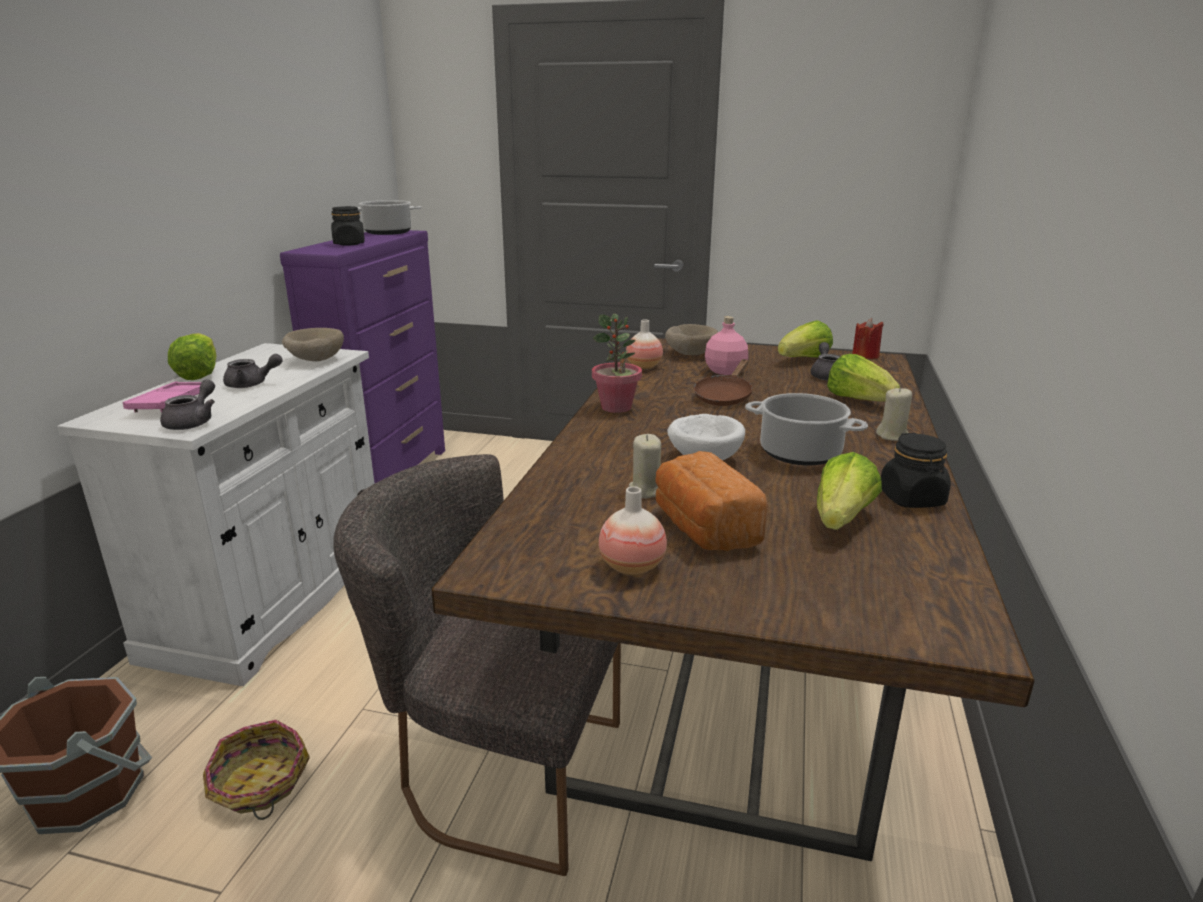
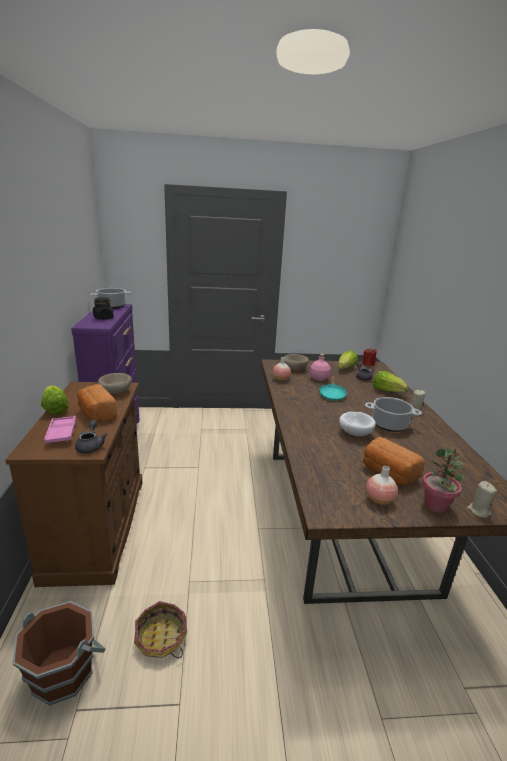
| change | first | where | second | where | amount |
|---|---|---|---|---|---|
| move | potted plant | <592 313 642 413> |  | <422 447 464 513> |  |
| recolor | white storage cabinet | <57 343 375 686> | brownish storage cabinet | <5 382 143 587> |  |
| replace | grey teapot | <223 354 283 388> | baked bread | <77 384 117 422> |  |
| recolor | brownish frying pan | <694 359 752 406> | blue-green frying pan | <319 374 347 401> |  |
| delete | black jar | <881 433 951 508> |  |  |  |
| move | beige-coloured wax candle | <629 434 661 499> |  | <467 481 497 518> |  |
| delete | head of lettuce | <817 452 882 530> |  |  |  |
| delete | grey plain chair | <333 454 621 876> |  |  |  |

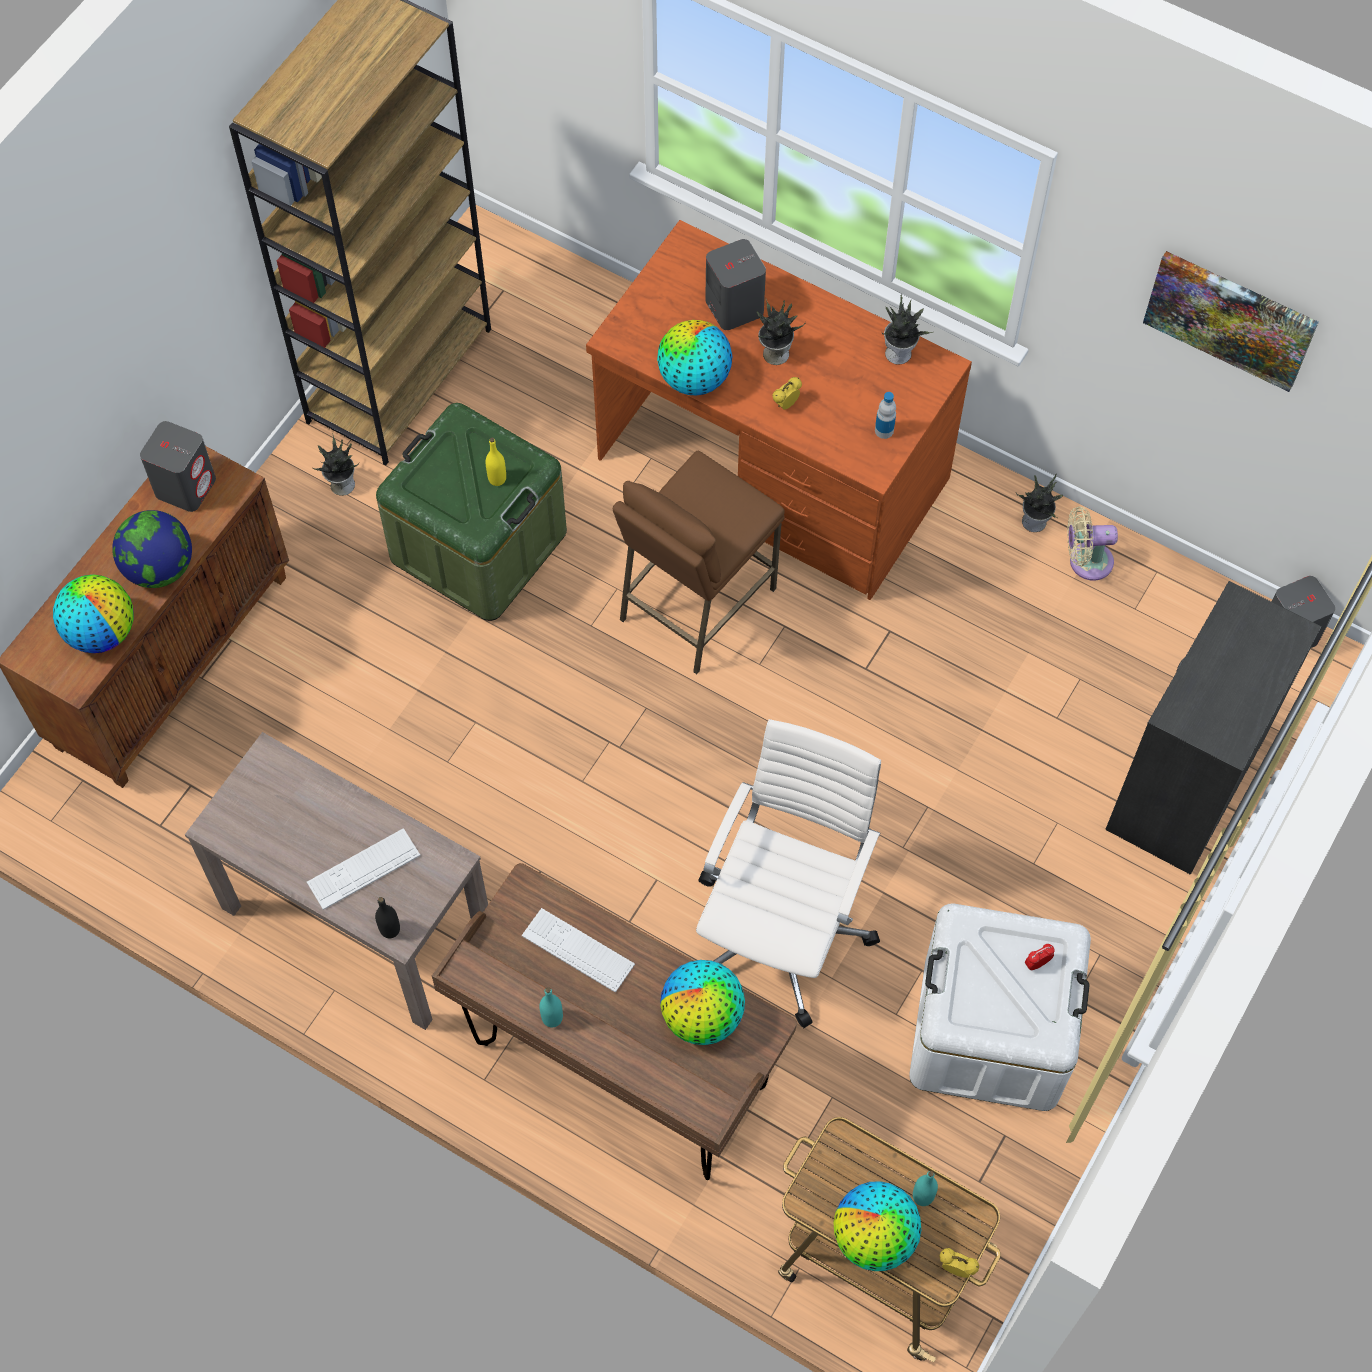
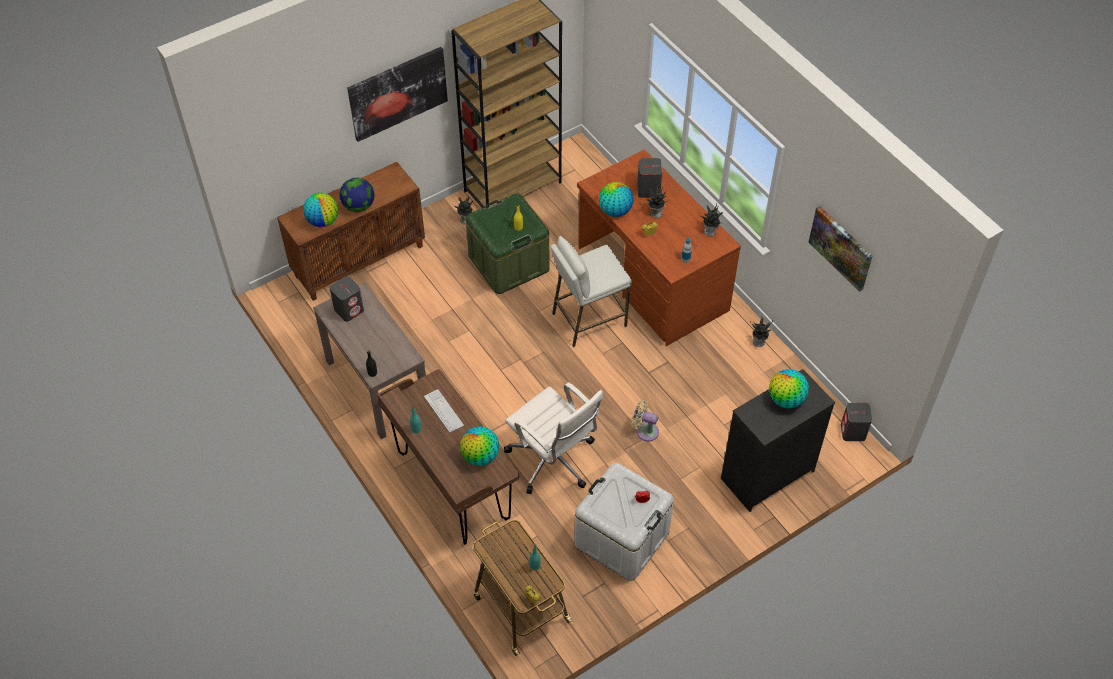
| change | first | where | second | where | amount |
|---|---|---|---|---|---|
| move | grey audio speaker | <140 421 216 512> |  | <329 276 364 322> |  |
| recolor | brownish stool seat | <613 451 785 674> | white stool seat | <551 236 632 347> |  |
| move | beige-coloured cooling fan | <1067 506 1118 581> |  | <632 400 659 442> |  |
| rotate | white desk chair | <696 719 881 1028> |  | <504 382 603 494> | 90 degrees clockwise |
| delete | computer keyboard | <307 828 420 910> |  |  |  |
| move | desk globe | <834 1181 921 1271> |  | <769 369 809 408> |  |
| insert |  |  | wall art | <347 47 448 142> |  |

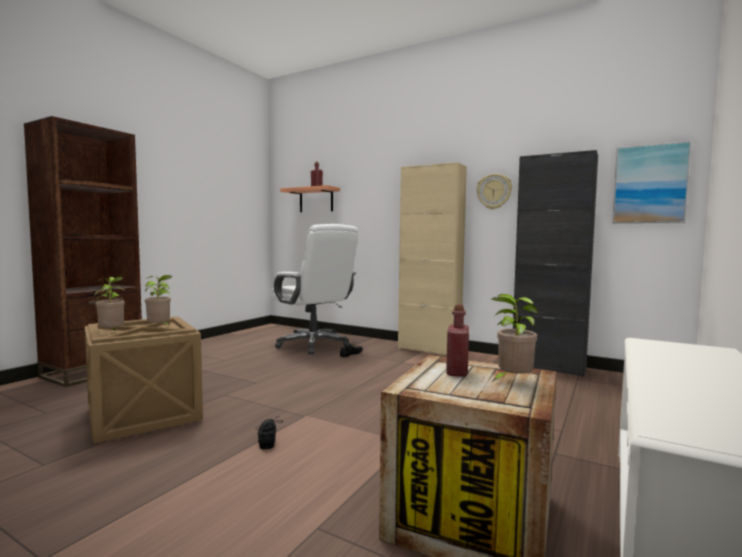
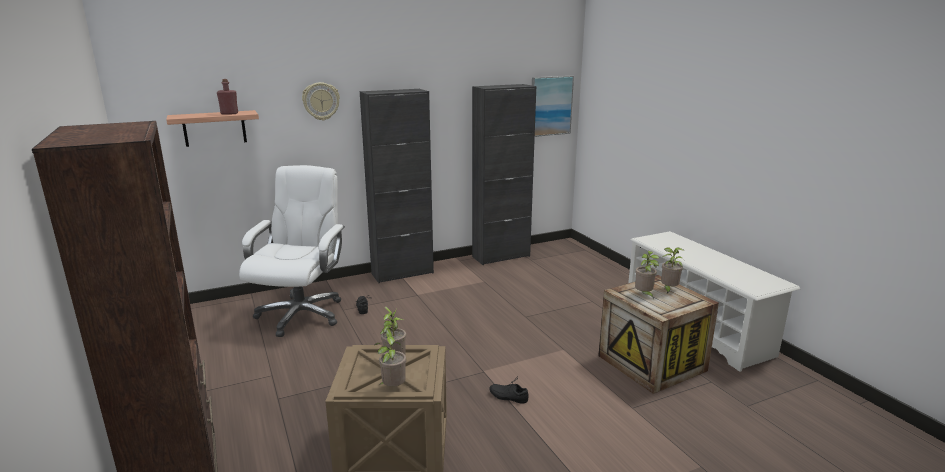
| change | first | where | second | where | amount |
|---|---|---|---|---|---|
| recolor | beige-coloured storage cabinet | <398 162 467 355> | black storage cabinet | <360 89 434 283> |  |
| move | clock on the wall | <477 174 512 210> |  | <302 82 340 121> |  |
| rotate | white desk chair | <271 224 358 355> |  | <239 165 345 337> | 75 degrees counterclockwise |
| replace | red drink bottle | <446 304 469 377> | potted plant | <635 251 659 300> |  |

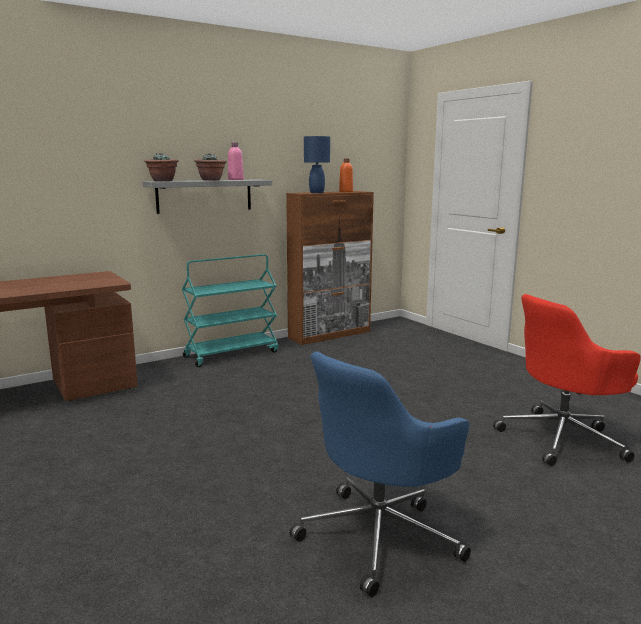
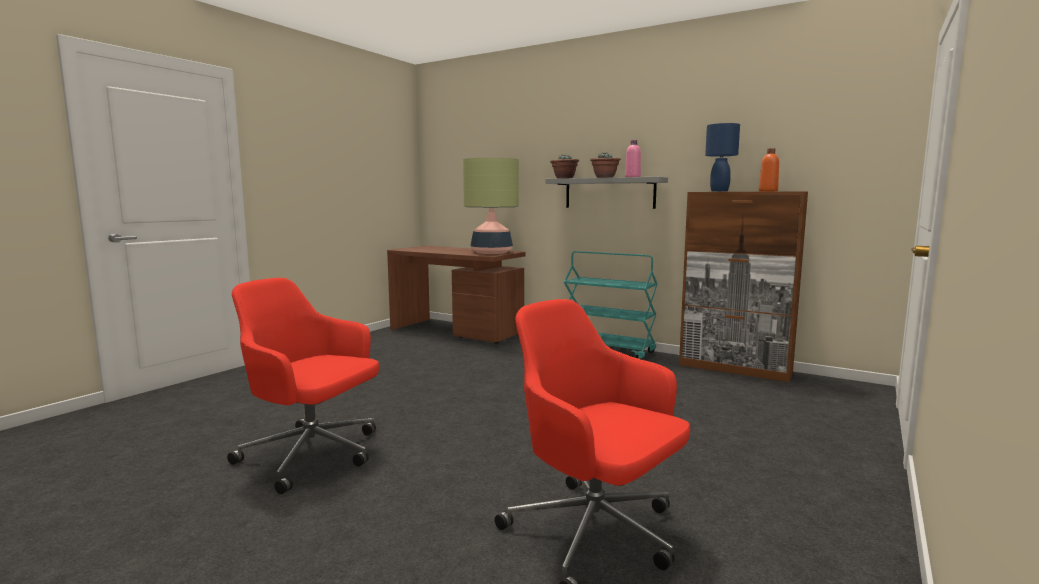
| change | first | where | second | where | amount |
|---|---|---|---|---|---|
| recolor | blue-coloured desk chair | <289 351 471 597> | red desk chair | <227 278 379 494> |  |
| insert |  |  | tabletop lamp | <463 158 519 254> |  |

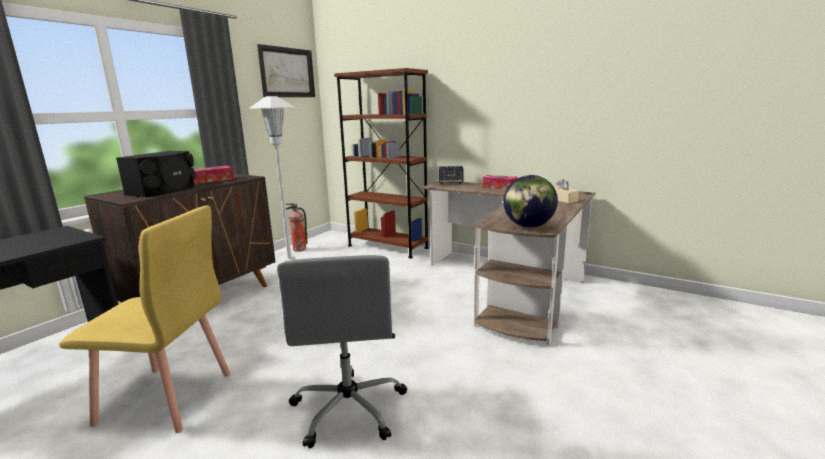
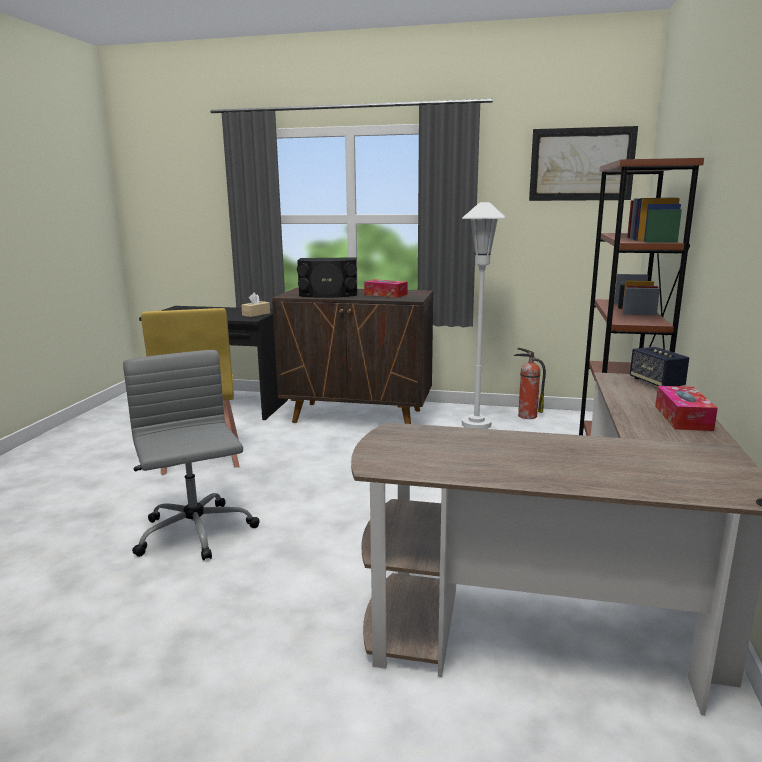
| change | first | where | second | where | amount |
|---|---|---|---|---|---|
| delete | desk globe | <503 175 558 228> |  |  |  |
| move | beige-coloured tissue box | <554 179 579 203> |  | <241 293 270 317> |  |
| rotate | grey desk chair | <277 255 407 448> |  | <123 350 260 561> | 90 degrees clockwise |

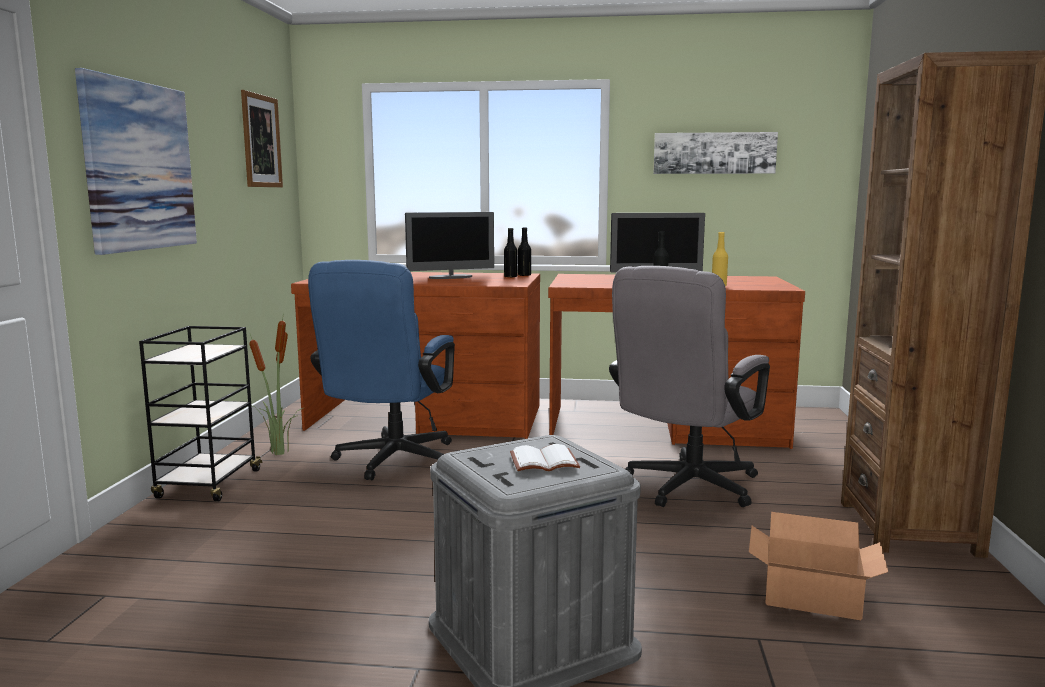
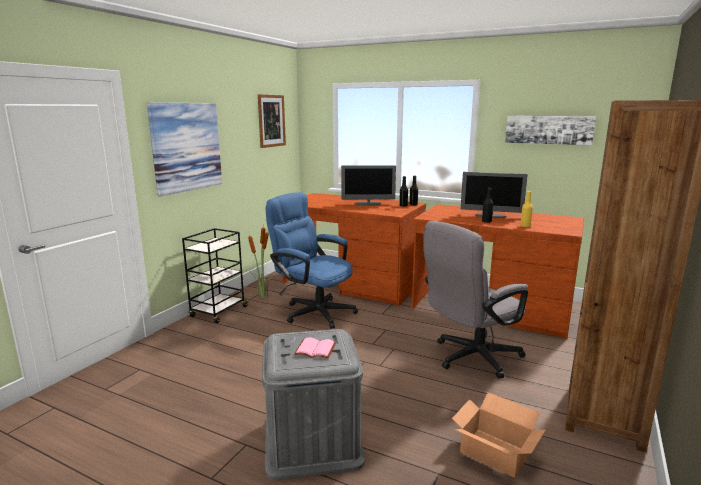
| change | first | where | second | where | amount |
|---|---|---|---|---|---|
| rotate | blue-coloured desk chair | <308 260 455 480> |  | <266 192 358 329> | 90 degrees clockwise |
| recolor | white bound book | <510 444 580 471> | pink-coloured bound book | <294 337 336 358> |  |

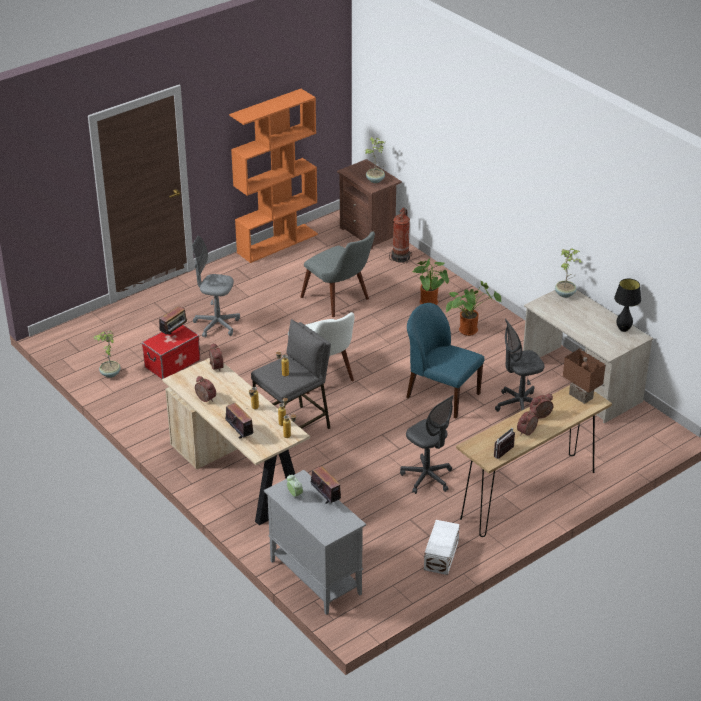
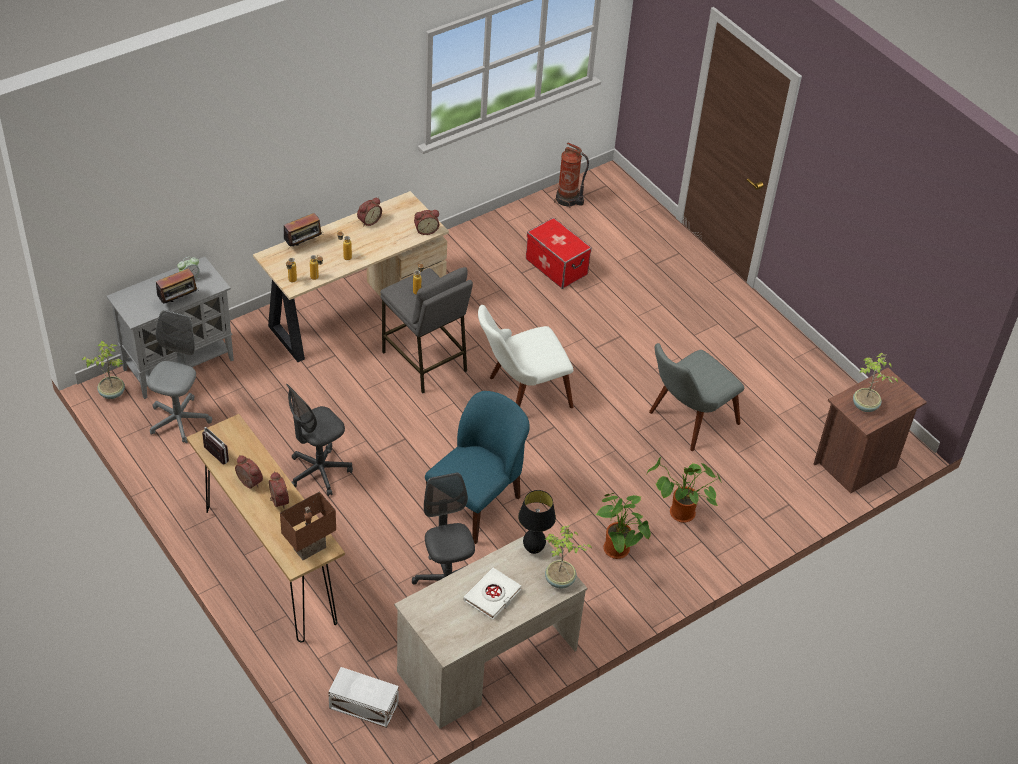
| change | first | where | second | where | amount |
|---|---|---|---|---|---|
| delete | orange-coloured shelving unit | <229 89 318 263> |  |  |  |
| move | fire-fighting cylinder | <389 208 412 263> |  | <554 142 589 208> |  |
| move | grey desk chair | <192 236 240 338> |  | <147 310 212 443> |  |
| move | black tabletop lamp | <614 278 641 332> |  | <518 490 556 554> |  |
| delete | radio | <159 305 189 335> |  |  |  |
| move | potted plant | <93 331 121 378> |  | <82 341 125 399> |  |
| move | white storage box | <424 520 460 575> |  | <328 667 399 728> |  |
| insert |  |  | white bound book | <463 567 521 620> |  |

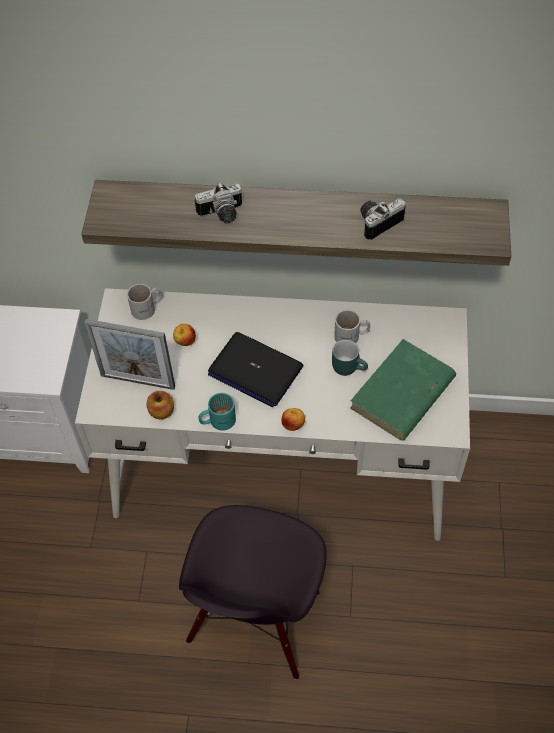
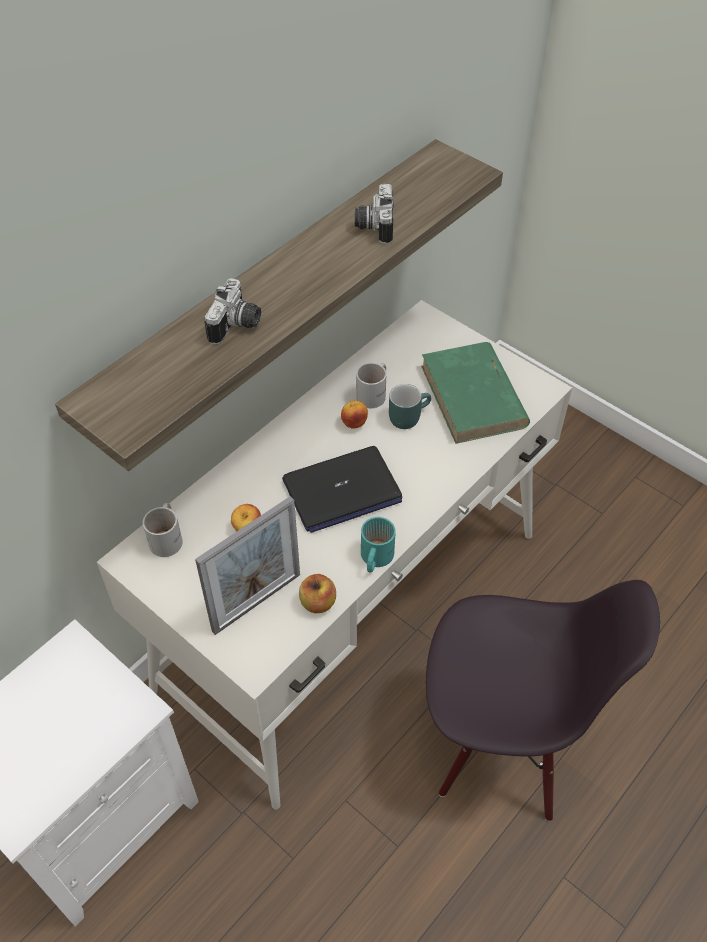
| change | first | where | second | where | amount |
|---|---|---|---|---|---|
| move | apple | <281 408 305 431> |  | <341 401 368 429> |  |
| rotate | black plain chair | <179 505 327 680> |  | <426 580 660 821> | 45 degrees counterclockwise |

